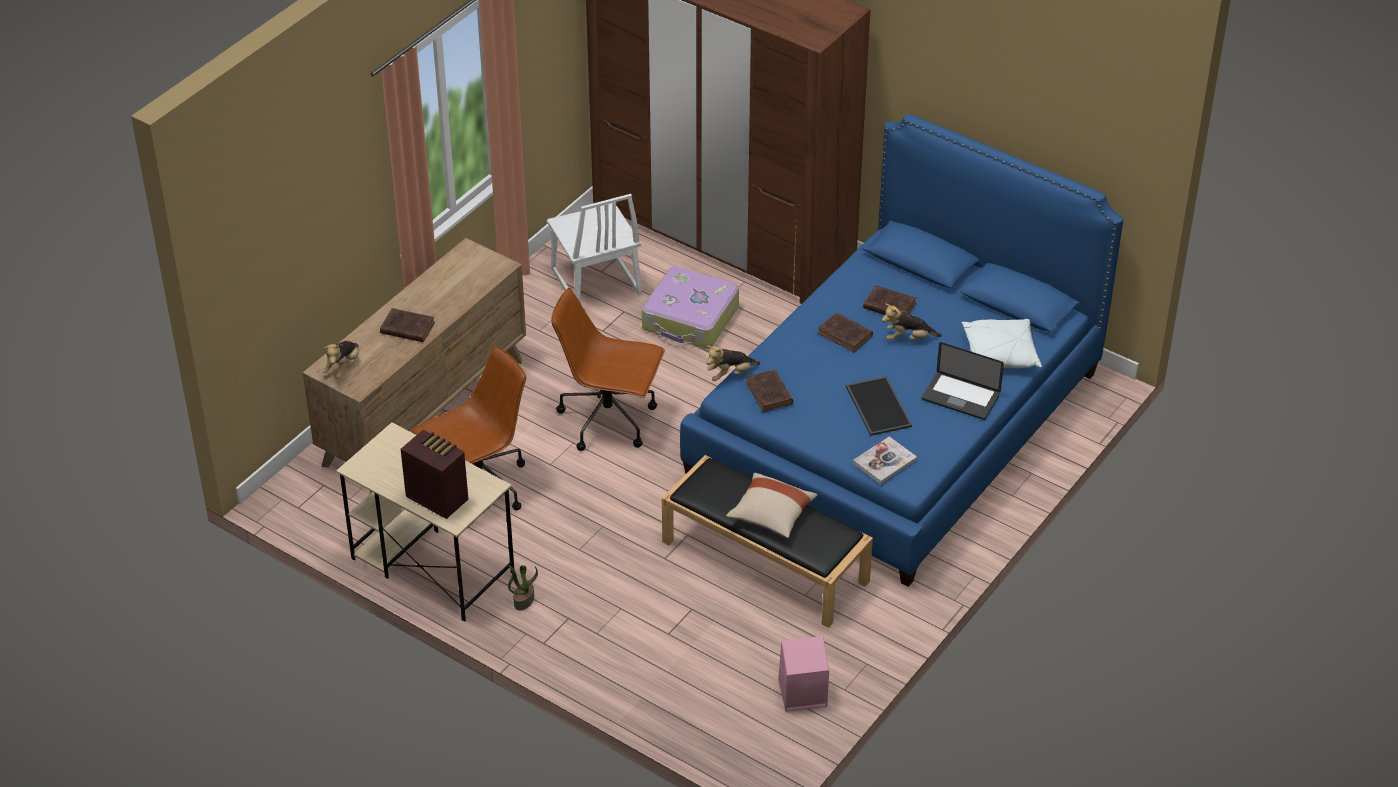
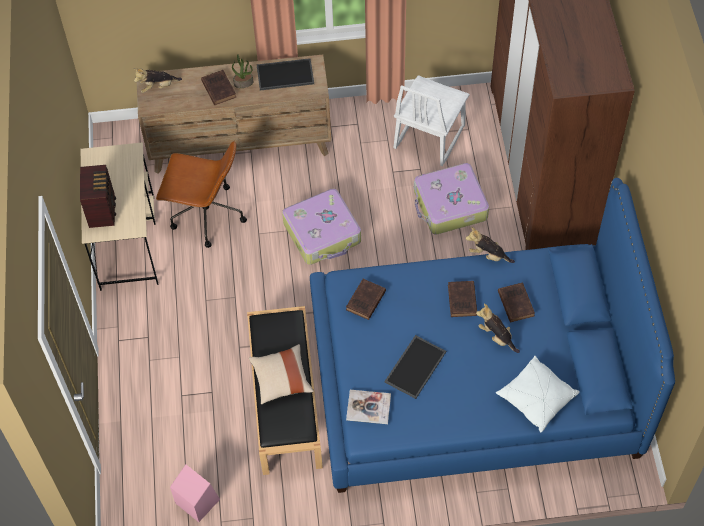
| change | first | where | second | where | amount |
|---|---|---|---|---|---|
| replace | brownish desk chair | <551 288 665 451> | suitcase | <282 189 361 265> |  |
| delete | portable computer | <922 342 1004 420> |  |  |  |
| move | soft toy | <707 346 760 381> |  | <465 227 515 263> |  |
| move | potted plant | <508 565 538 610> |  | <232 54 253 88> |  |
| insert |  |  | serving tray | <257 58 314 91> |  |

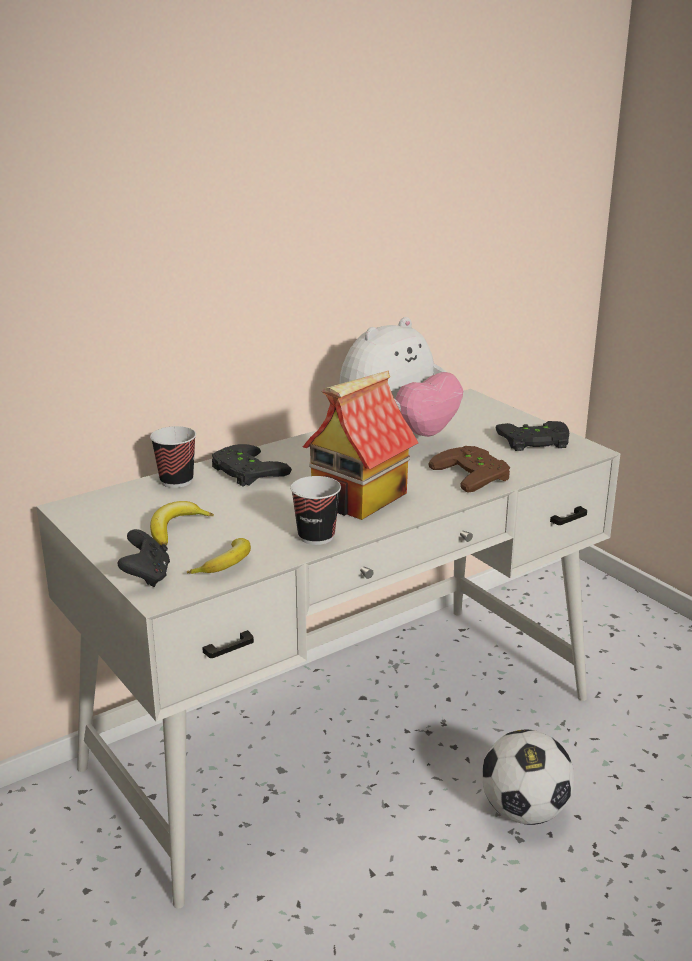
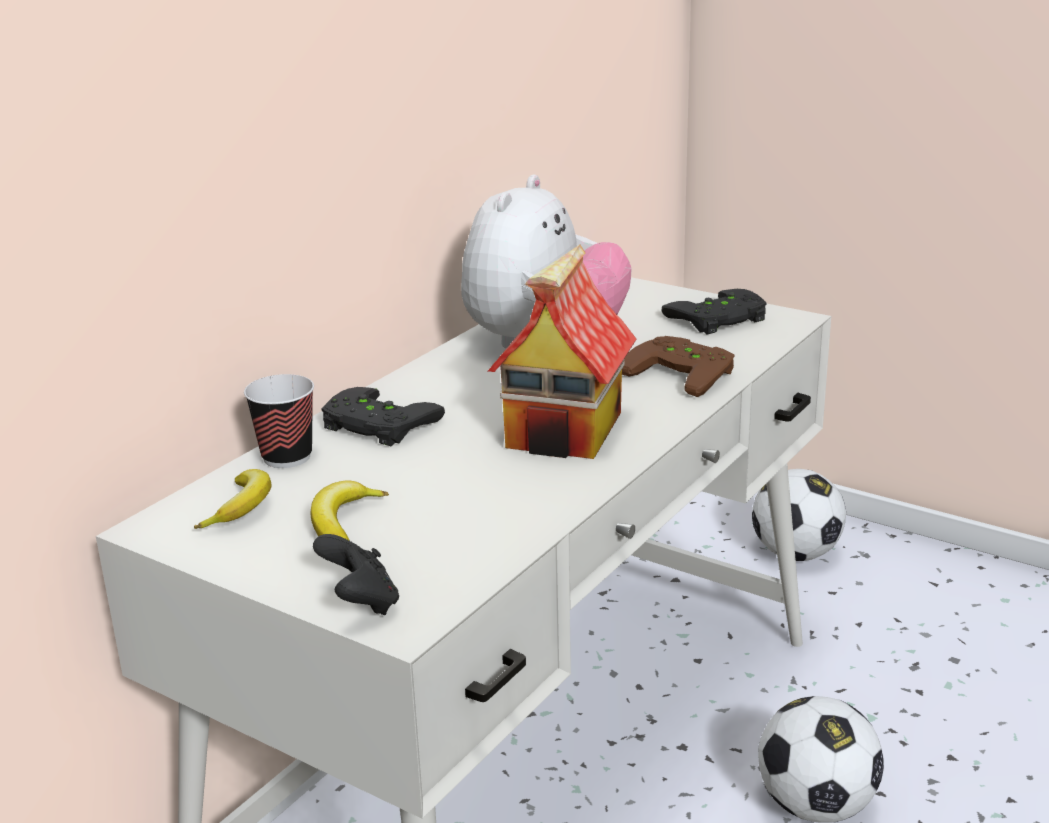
| change | first | where | second | where | amount |
|---|---|---|---|---|---|
| delete | small cup | <290 476 341 545> |  |  |  |
| move | banana | <186 538 251 574> |  | <194 469 271 529> |  |
| insert |  |  | football ball | <752 469 846 561> |  |

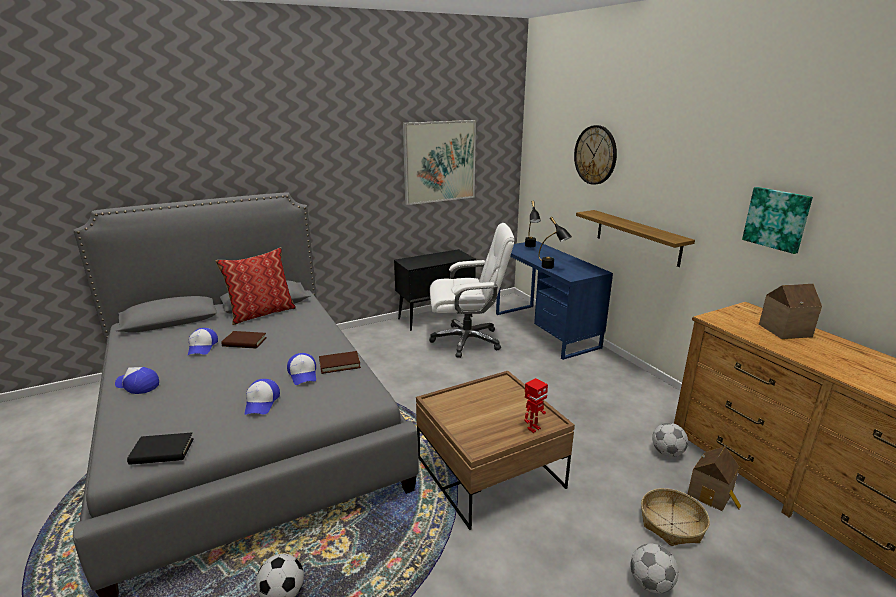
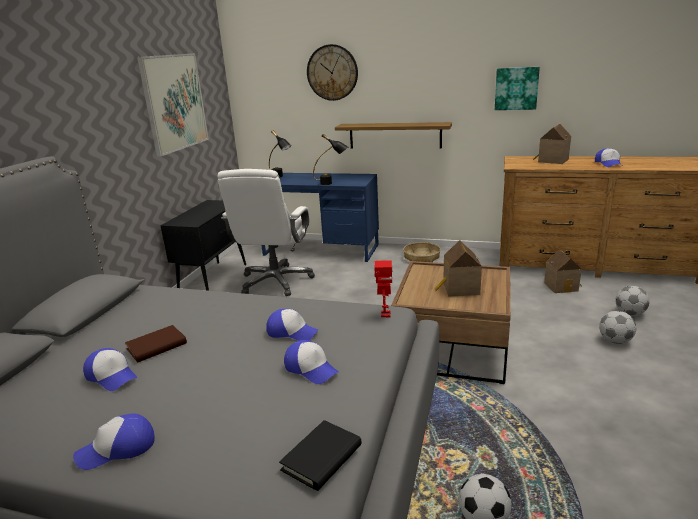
| change | first | where | second | where | amount |
|---|---|---|---|---|---|
| rotate | white desk chair | <429 223 515 358> |  | <218 169 315 296> | 150 degrees clockwise |
| delete | cushion | <215 247 296 325> |  |  |  |
| delete | brownish bound book | <319 351 361 374> |  |  |  |
| move | robot figure | <524 378 548 433> |  | <374 260 393 318> |  |
| move | football ball | <652 423 688 457> |  | <615 286 650 316> |  |
| move | storage basket | <641 488 710 546> |  | <403 242 441 262> |  |
| insert |  |  | baseball cap | <595 148 621 167> |  |
| insert |  |  | miniature house | <435 240 482 297> |  |

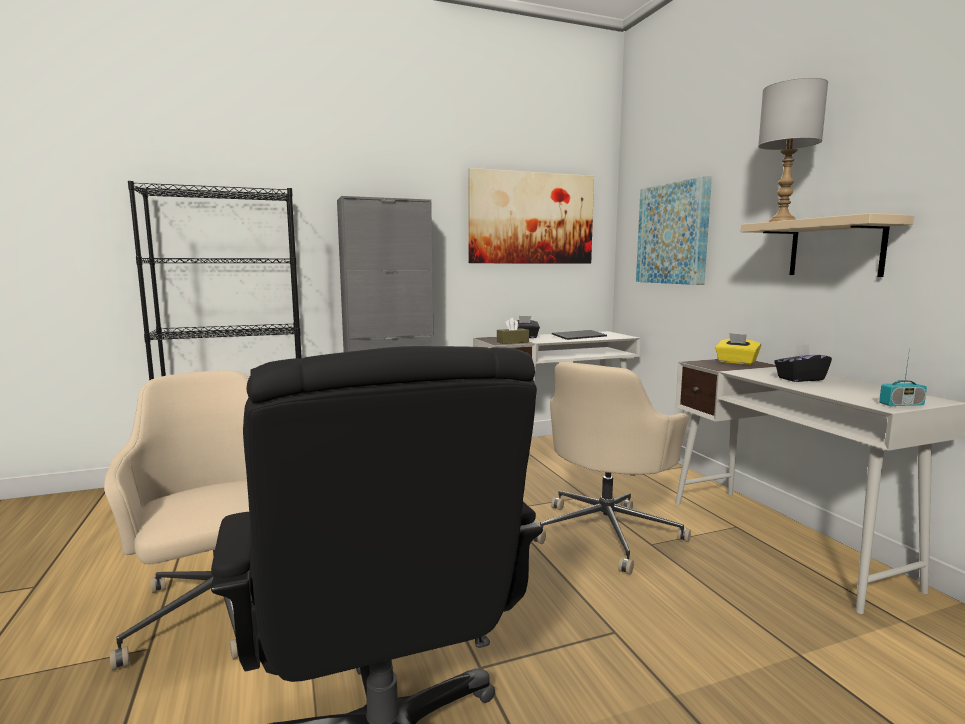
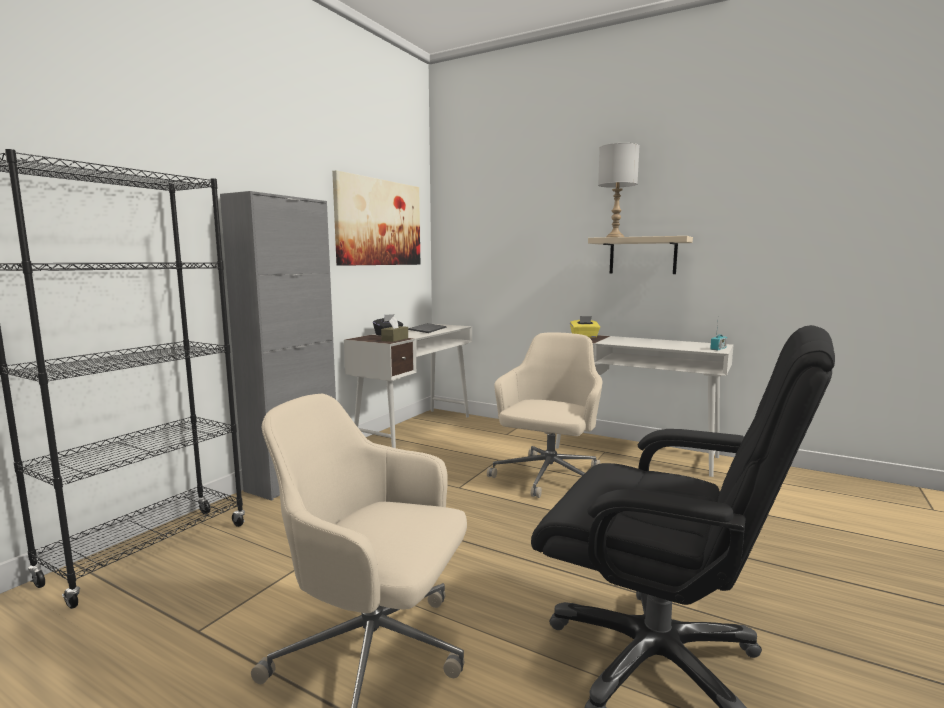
| change | first | where | second | where | amount |
|---|---|---|---|---|---|
| delete | wall art | <636 176 712 285> |  |  |  |
| delete | black tissue box | <774 344 832 382> |  |  |  |
| rotate | beige-coloured desk chair | <533 362 691 575> |  | <487 332 603 498> | 150 degrees counterclockwise |

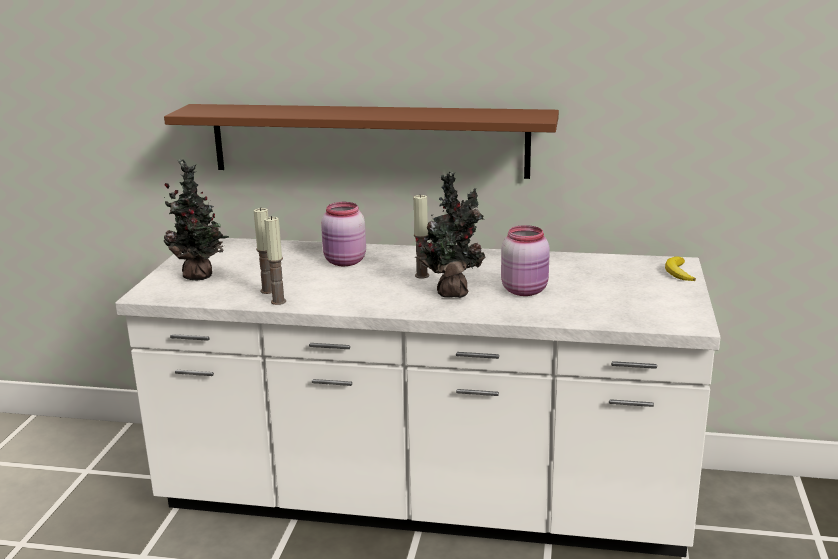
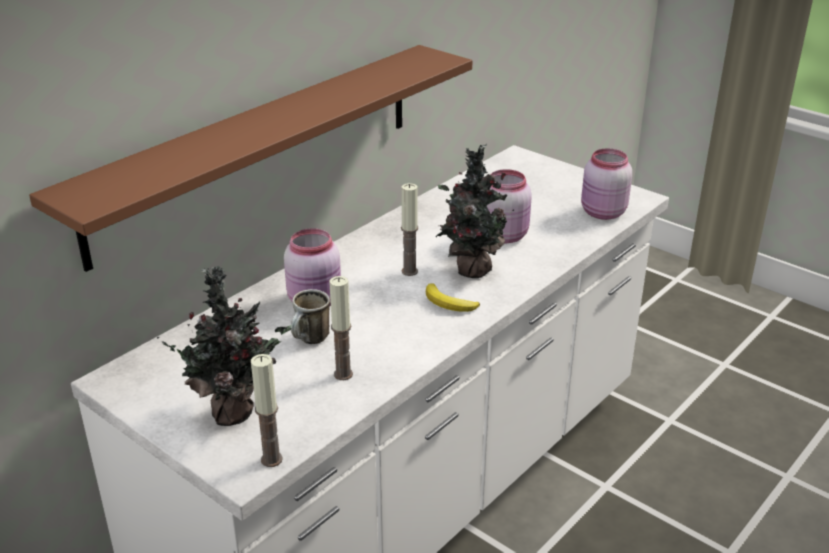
| change | first | where | second | where | amount |
|---|---|---|---|---|---|
| move | wax candle | <264 216 286 305> |  | <251 354 283 467> |  |
| move | banana | <665 256 696 281> |  | <426 283 480 312> |  |
| insert |  |  | pink-coloured jar | <581 148 632 220> |  |
| insert |  |  | coffee mug | <291 289 330 344> |  |

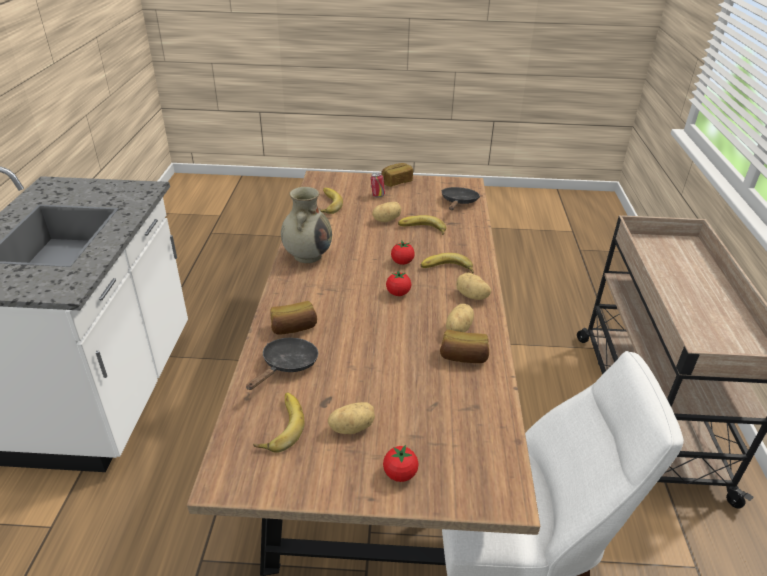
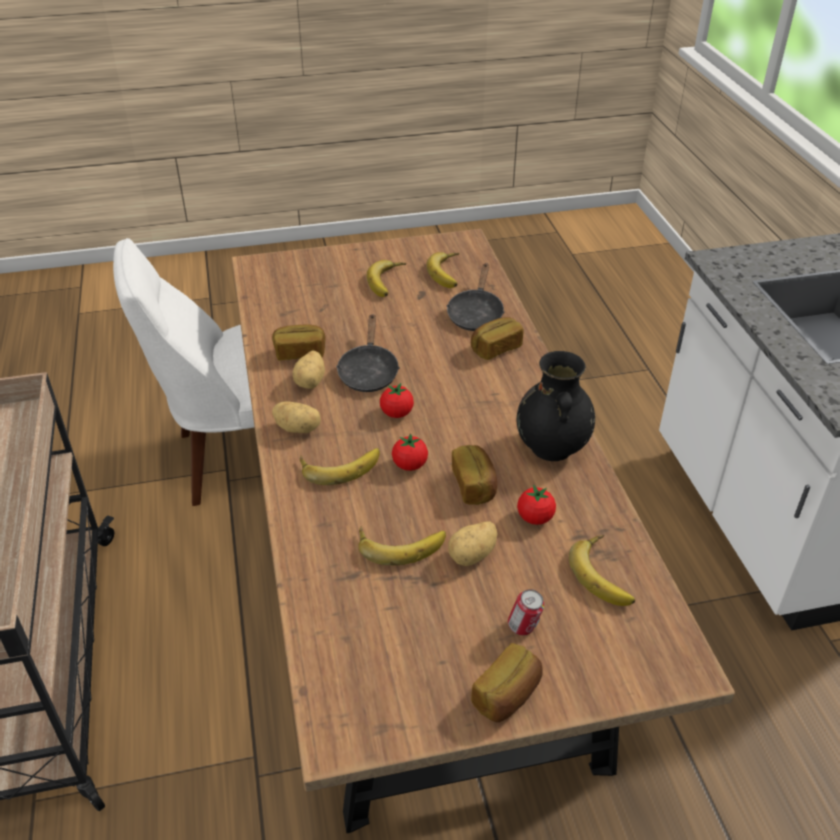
| change | first | where | second | where | amount |
|---|---|---|---|---|---|
| recolor | beige-coloured vase | <281 187 332 263> | black vase | <517 351 595 461> |  |
| move | black frying pan | <441 187 480 210> |  | <336 314 400 392> |  |
| replace | whole potato | <328 402 375 434> | banana | <367 260 406 297> |  |
| move | tomato | <383 445 419 482> |  | <517 485 556 525> |  |
| insert |  |  | baked bread | <452 445 497 505> |  |

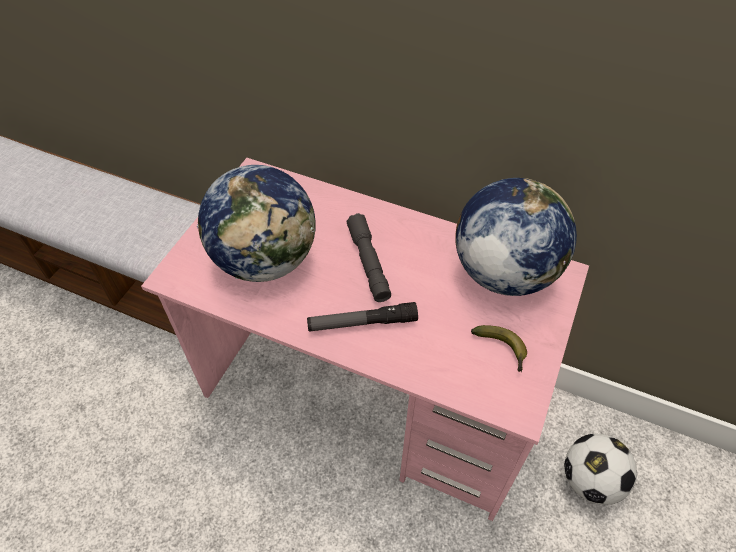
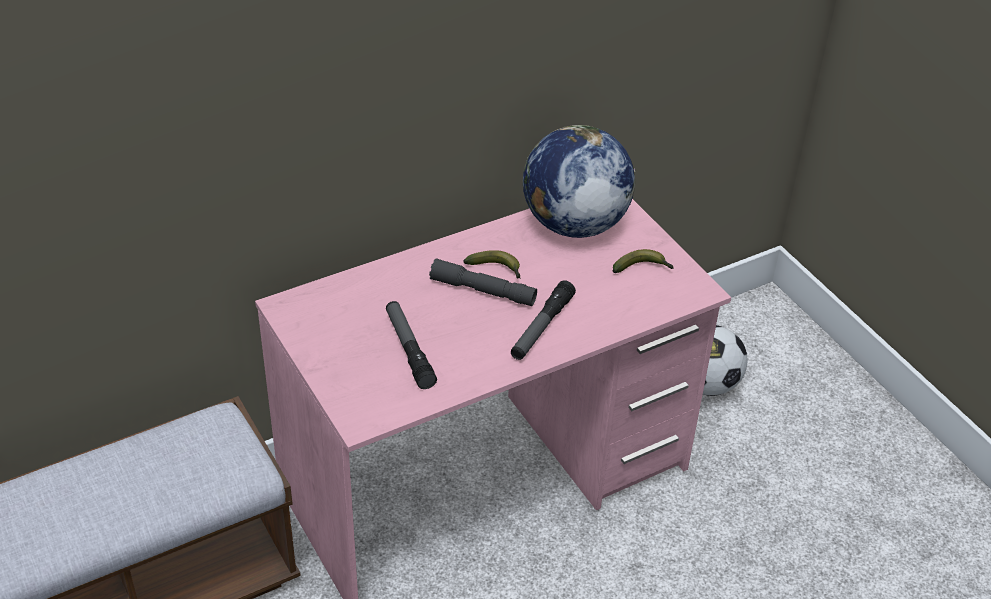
| change | first | where | second | where | amount |
|---|---|---|---|---|---|
| replace | desk globe | <197 165 316 282> | hand torch | <386 301 437 389> |  |
| insert |  |  | banana | <463 250 520 278> |  |

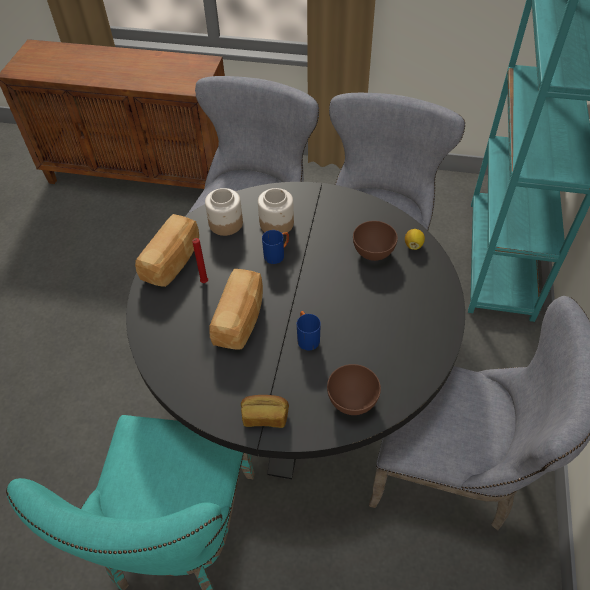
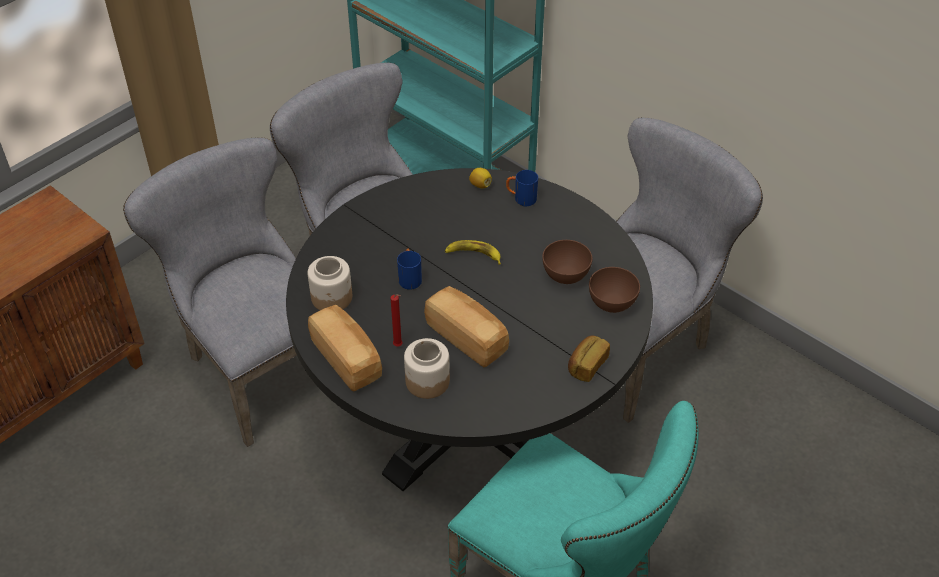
| change | first | where | second | where | amount |
|---|---|---|---|---|---|
| move | jar | <258 188 294 233> |  | <404 338 450 399> |  |
| move | brownish bowl | <353 221 398 261> |  | <542 240 592 284> |  |
| move | blue-coloured coffee mug | <297 311 321 351> |  | <506 170 538 206> |  |
| insert |  |  | banana | <445 240 501 265> |  |

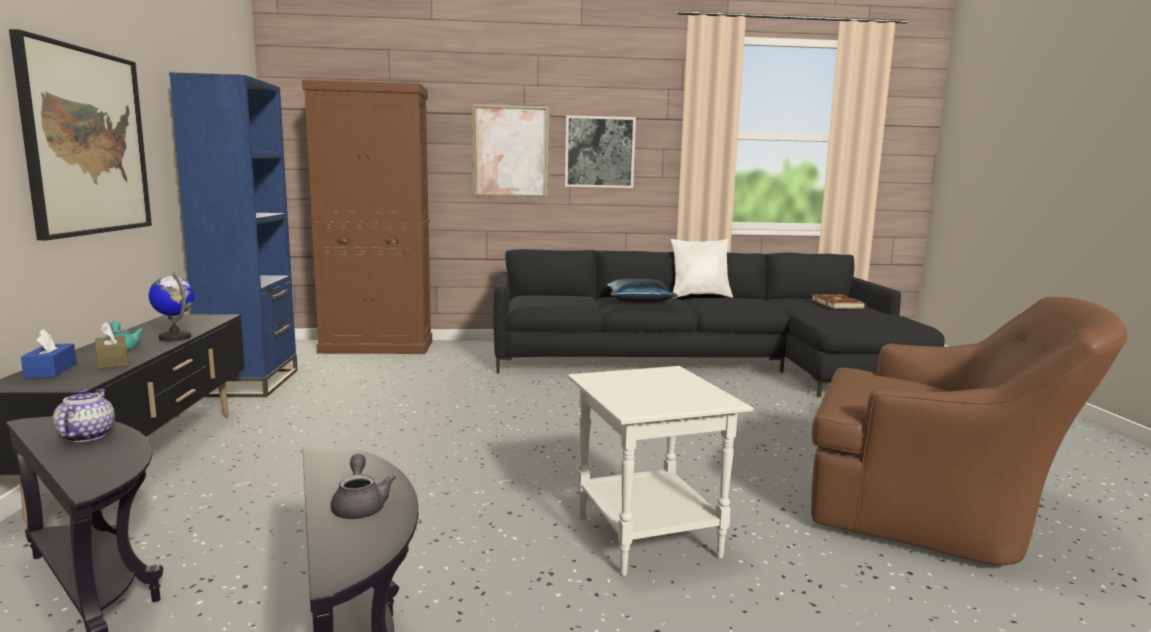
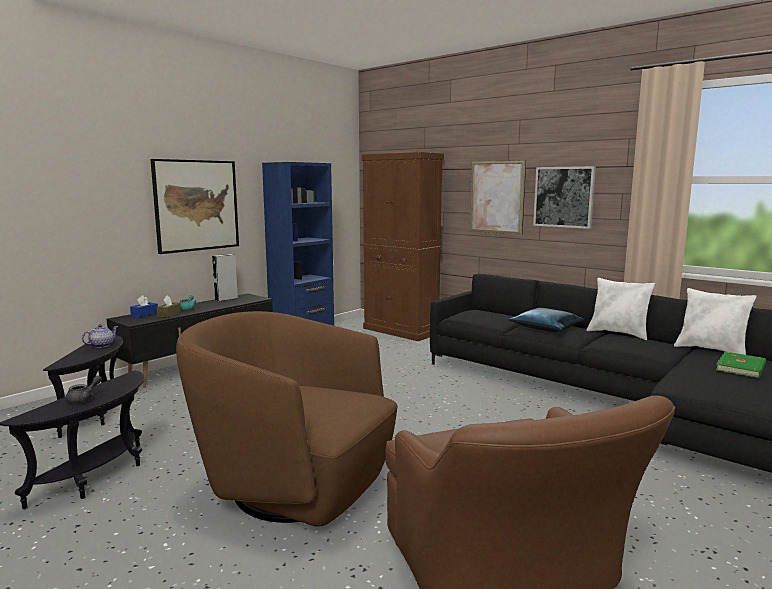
| change | first | where | second | where | amount |
|---|---|---|---|---|---|
| delete | desk globe | <149 272 195 341> |  |  |  |
| recolor | brownish bound book | <812 294 866 309> | green bound book | <716 352 766 378> |  |
| replace | white accent table | <568 366 754 576> | brownish armchair | <176 311 398 527> |  |
| insert |  |  | grey audio speaker | <212 254 238 302> |  |
| insert |  |  | white cushion | <674 288 757 355> |  |

